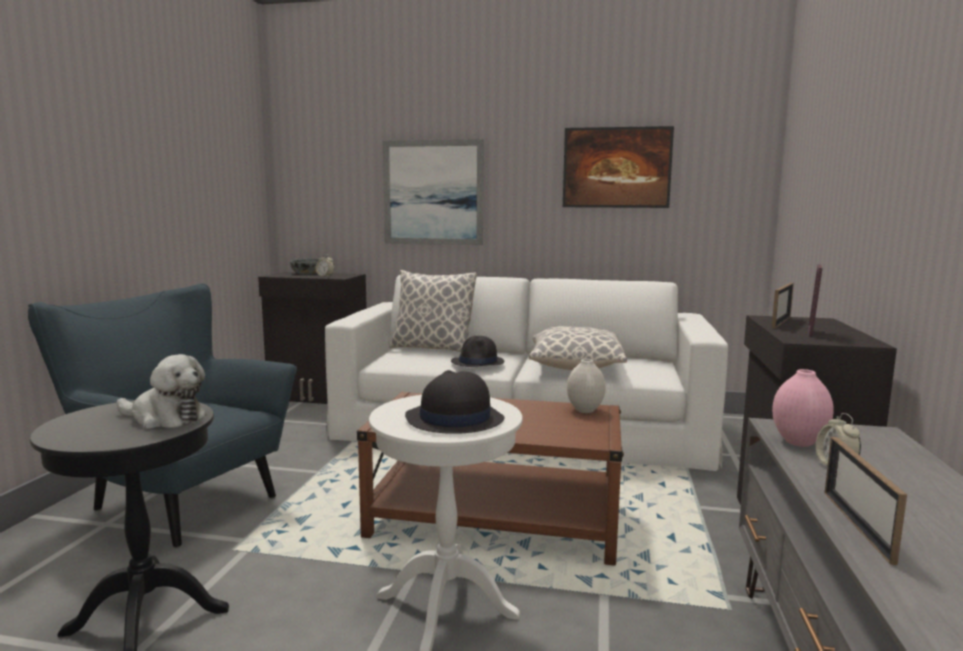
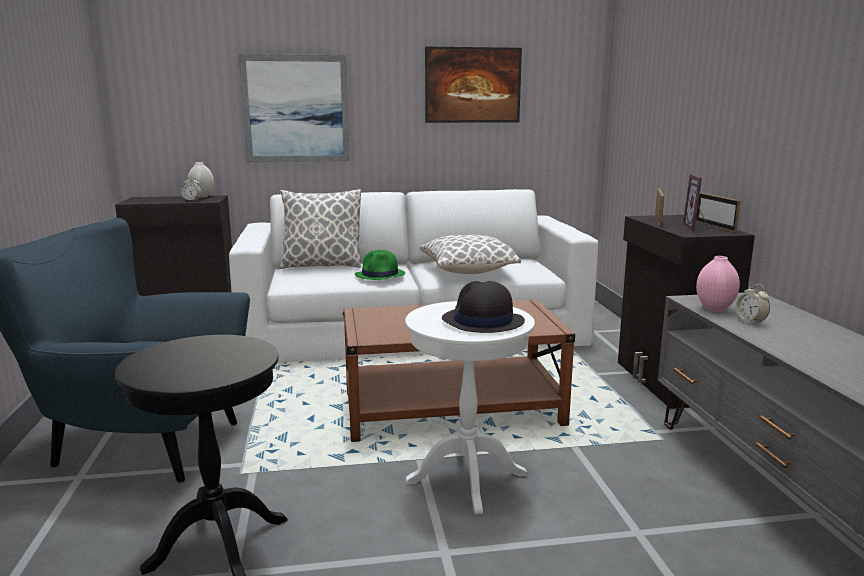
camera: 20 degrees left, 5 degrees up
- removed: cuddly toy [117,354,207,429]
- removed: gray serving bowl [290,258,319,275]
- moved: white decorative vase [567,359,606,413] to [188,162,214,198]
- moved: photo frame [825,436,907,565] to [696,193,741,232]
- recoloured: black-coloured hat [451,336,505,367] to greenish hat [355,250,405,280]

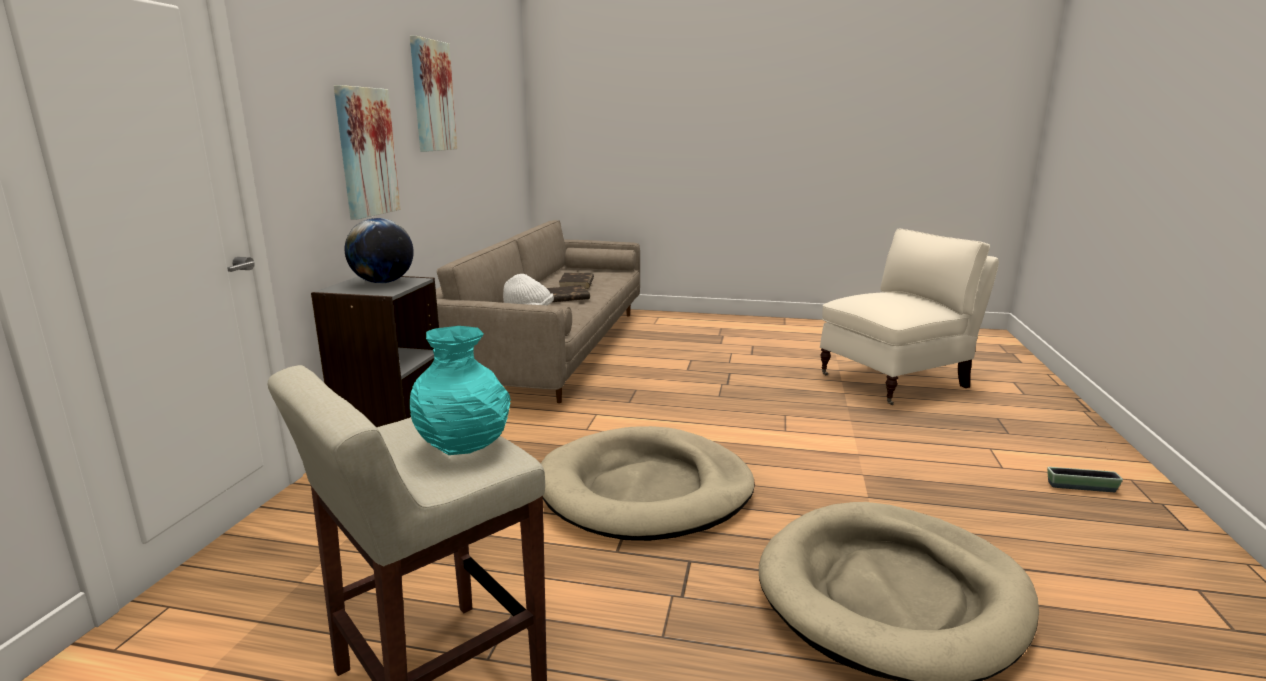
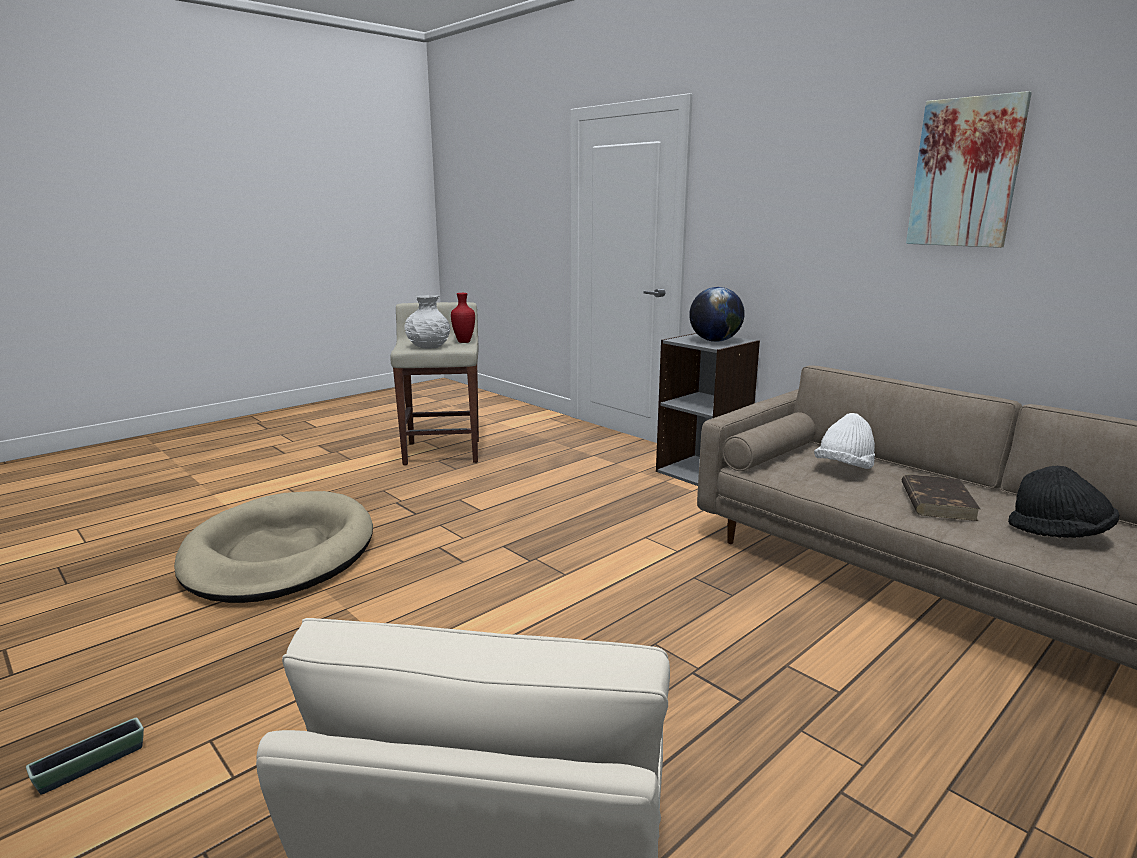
camera: 125 degrees right, 0 degrees up
- removed: wall picture [334,85,401,220]
- removed: sand-coloured pet bed [541,426,755,541]
- added: reddish decorative vase [451,293,475,343]
- replaced: brown-coloured bound book [559,273,594,289] to black-coloured hat [1008,466,1119,538]
- recoloured: turquoise decorative vase [410,326,511,455] to white decorative vase [405,295,450,349]

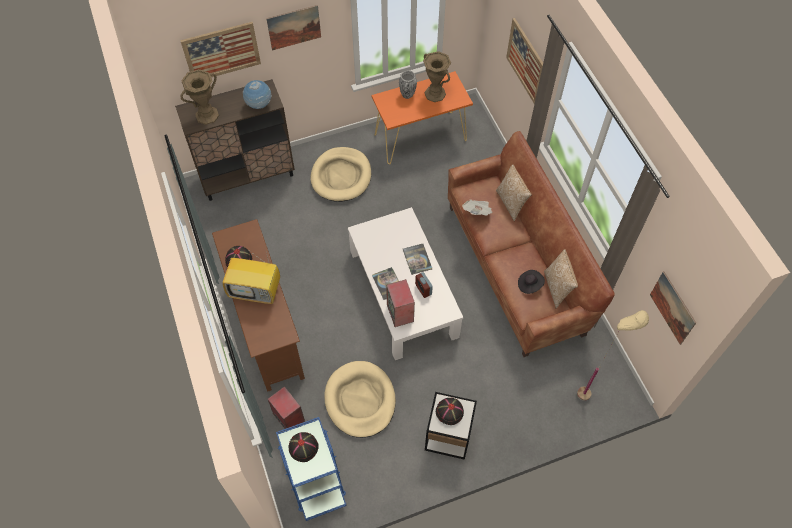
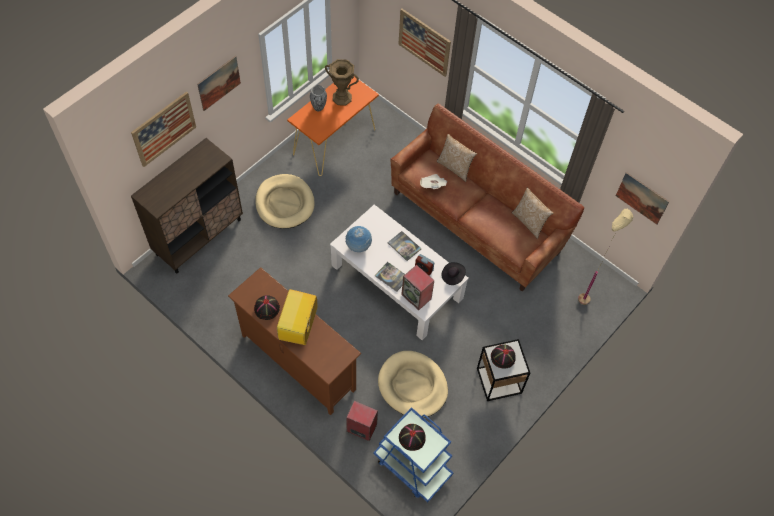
camera: 30 degrees left, 0 degrees up
- removed: brown-coloured decorative vase [180,69,219,125]
- moved: desk globe [243,80,272,109] to [345,226,372,252]
- moved: black-coloured hat [518,270,545,294] to [441,262,466,285]
- turned: TV [222,251,280,304] = [277,289,317,345] 120 degrees clockwise

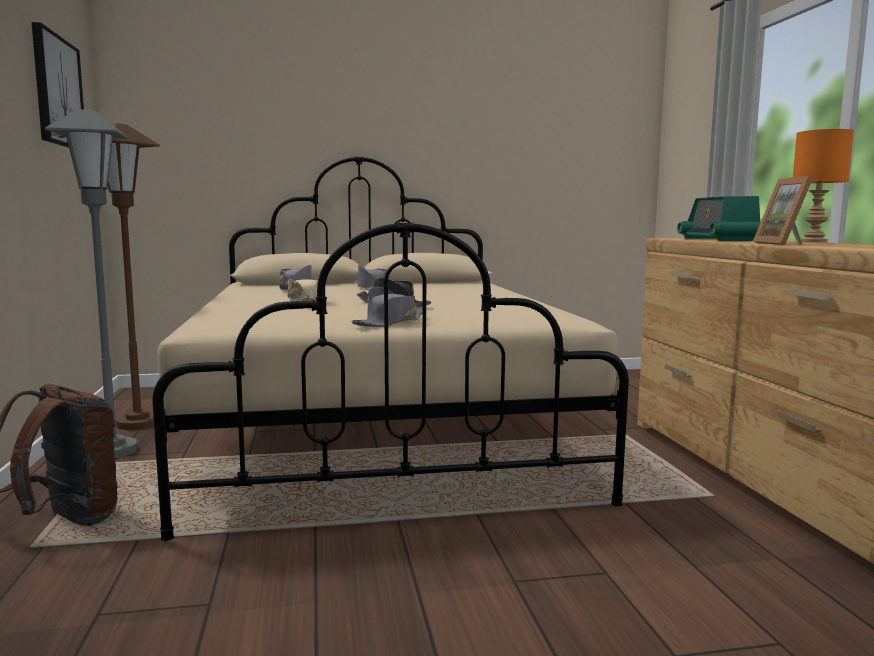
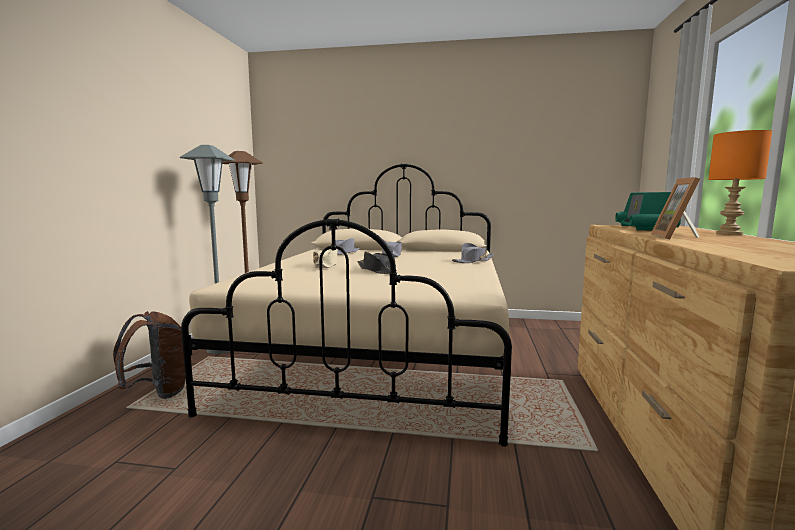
camera: 20 degrees right, 0 degrees up
- removed: wall picture [32,22,84,148]
- moved: gray hat [351,287,422,327] to [452,243,494,263]

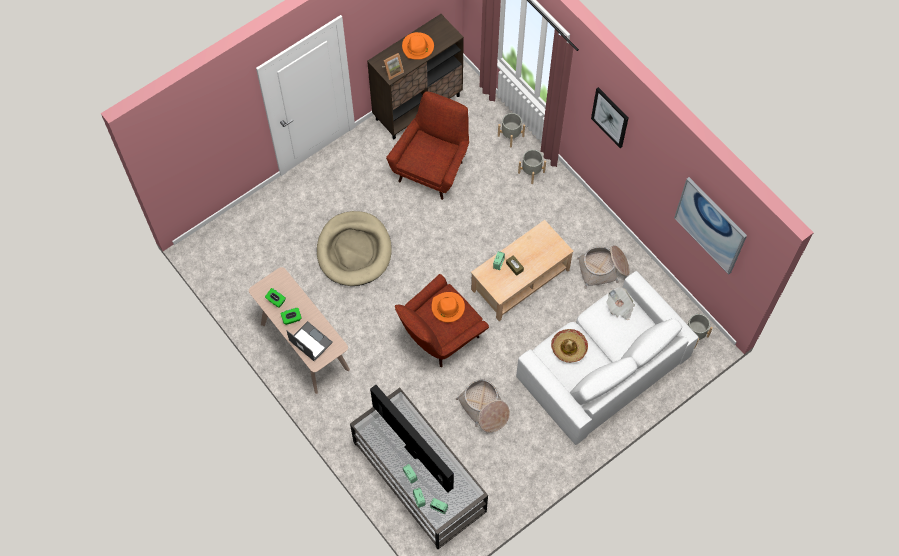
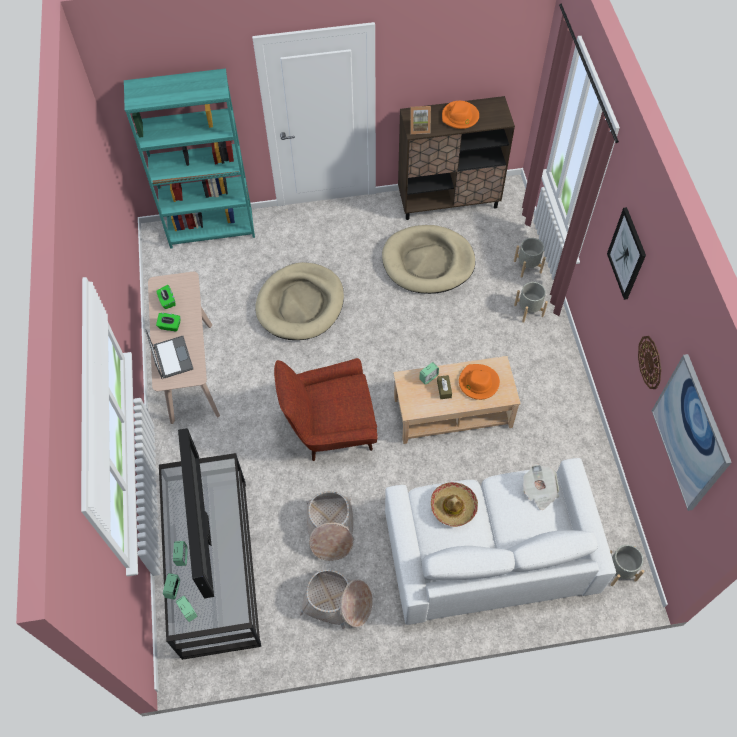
camera: 30 degrees right, 5 degrees down
- added: turquoise shelving unit [124,68,255,249]
- added: clock on the wall [638,336,661,389]
- moved: orangey hat [432,292,465,323] to [459,364,500,400]
- moved: basket [577,245,630,289] to [300,569,373,629]
- replaced: reddish lounge chair [386,91,469,200] to sand-coloured pet bed [382,225,475,294]

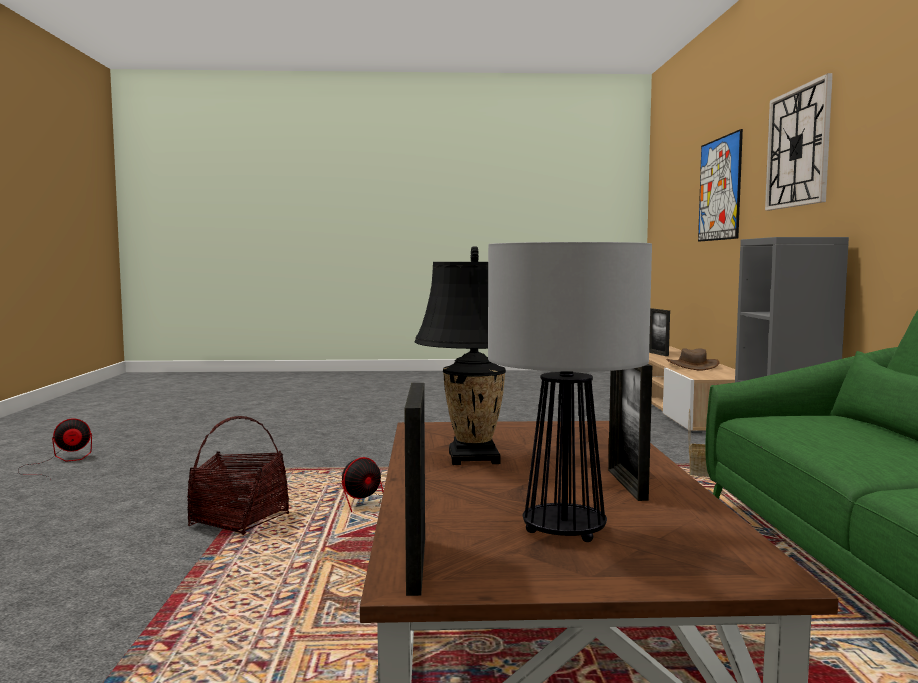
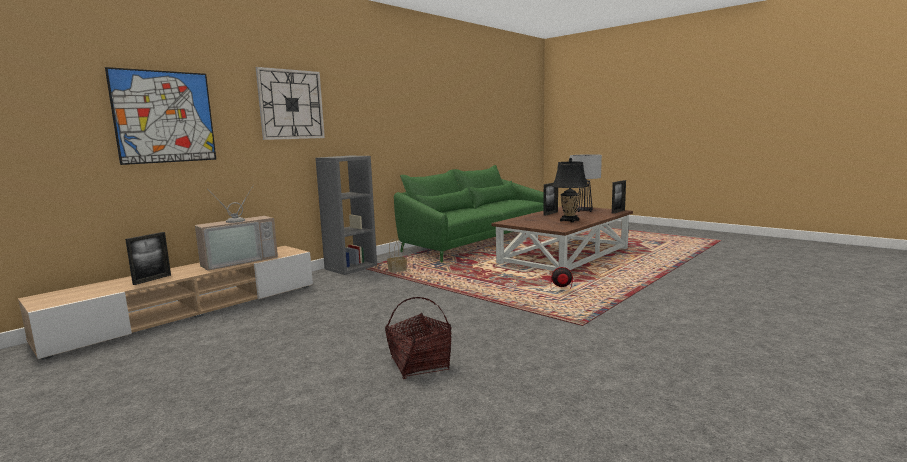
camera: 135 degrees left, 5 degrees up
- removed: electric fan [18,418,92,481]
- moved: basket [187,416,289,535] to [385,297,451,379]
- replaced: brown-coloured hat [666,348,720,371] to TV [195,184,278,271]

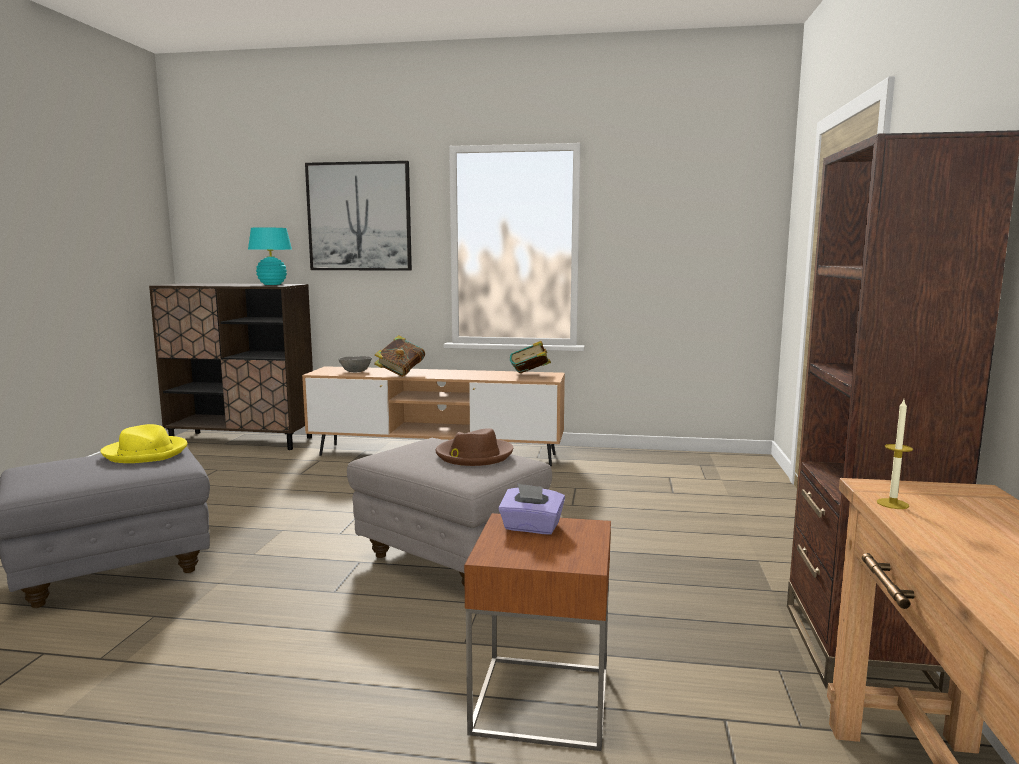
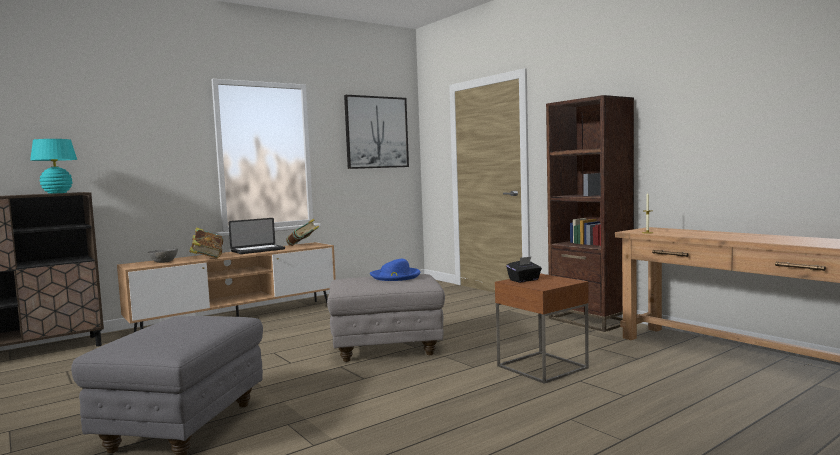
camera: 45 degrees left, 5 degrees down
- removed: yellow hat [100,424,187,463]
- added: portable computer [229,218,285,254]
- moved: wall picture [305,161,412,271] to [344,95,409,169]
- recoloured: brown-coloured hat [436,428,513,466] to blue-coloured hat [370,259,420,281]
- recoloured: purple-coloured box of tissues [498,483,565,535] to black-coloured box of tissues [506,256,542,282]

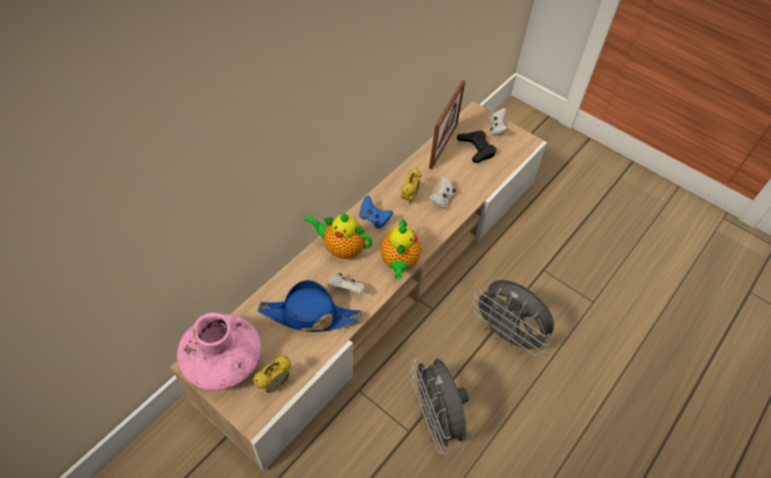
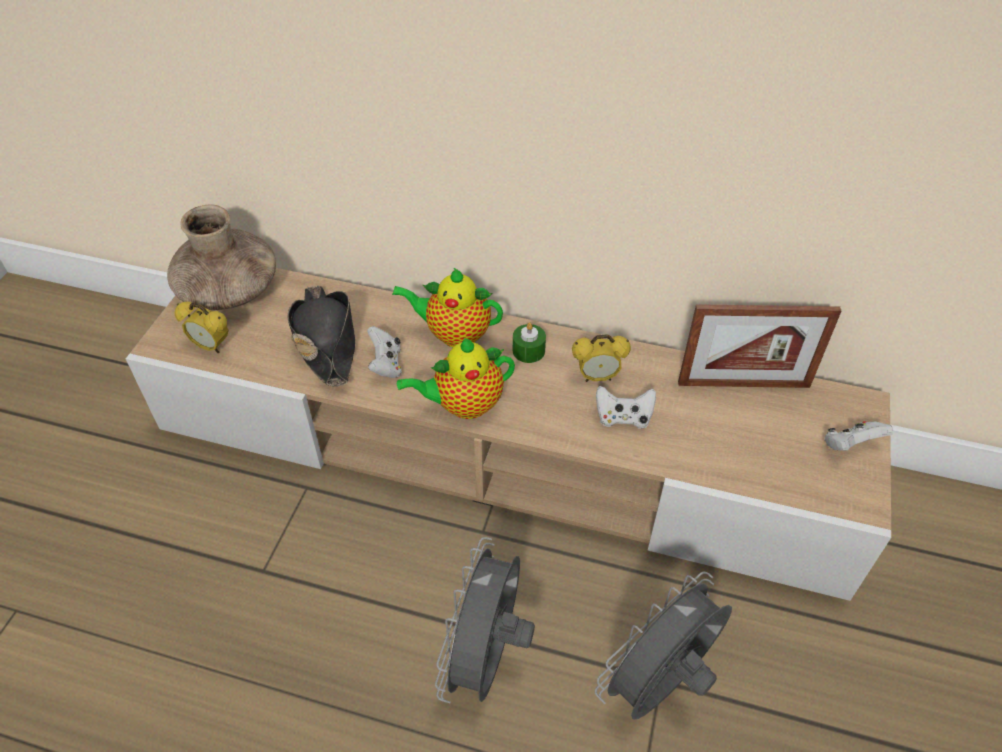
camera: 70 degrees right, 5 degrees down
- removed: black-coloured joypad [457,130,496,163]
- moved: gray electric fan [410,357,469,454] to [595,572,732,720]
- replaced: blue-coloured joypad [360,196,393,229] to greenish wax candle [513,323,546,363]
- recoloured: pink decorative vase [177,313,261,390] to brown-coloured decorative vase [167,204,276,310]
- recoloured: blue-coloured hat [258,280,361,332] to black-coloured hat [288,286,355,386]
- turned: teapot [304,213,372,259] = [392,268,503,347] 75 degrees counterclockwise

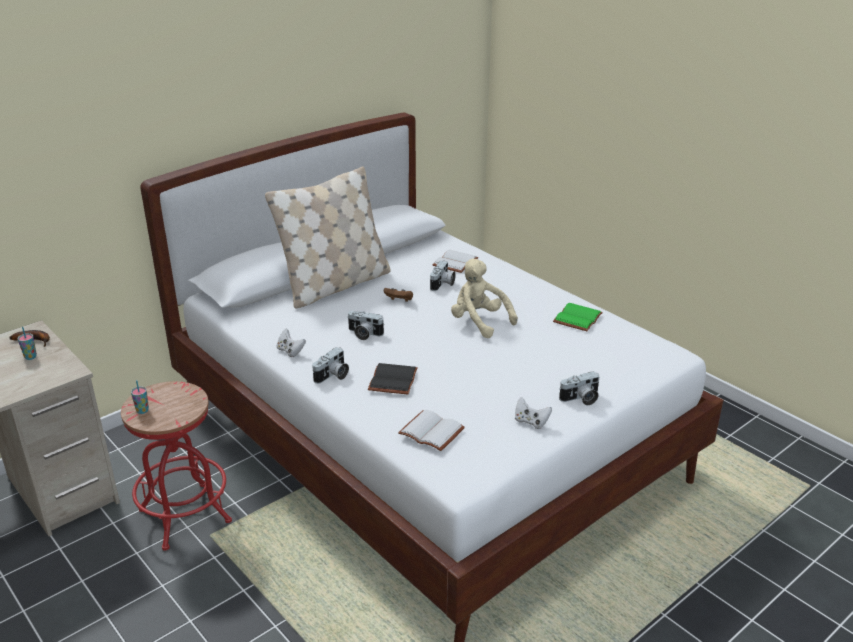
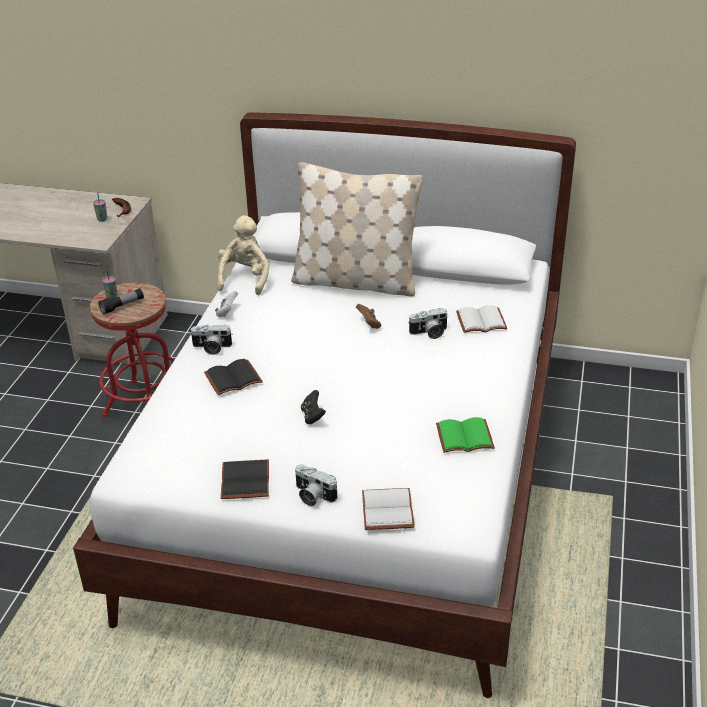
camera: 55 degrees right, 5 degrees up
- removed: still camera [348,311,384,340]
- added: torch [98,288,144,314]
- added: black-coloured joypad [301,390,326,424]
- moved: white bound book [398,410,465,451] to [362,488,415,530]
- moved: sand-coloured cuddly toy [451,259,518,338] to [217,215,269,295]
- replaced: white joypad [515,397,552,429] to black-coloured bound book [221,459,269,499]

